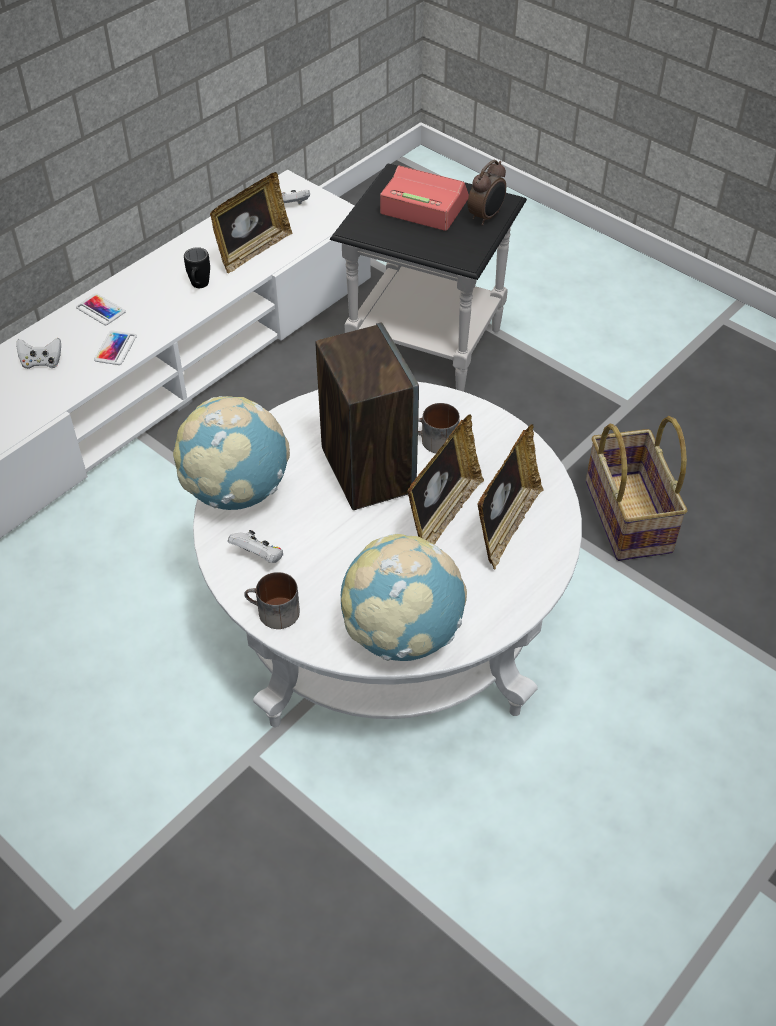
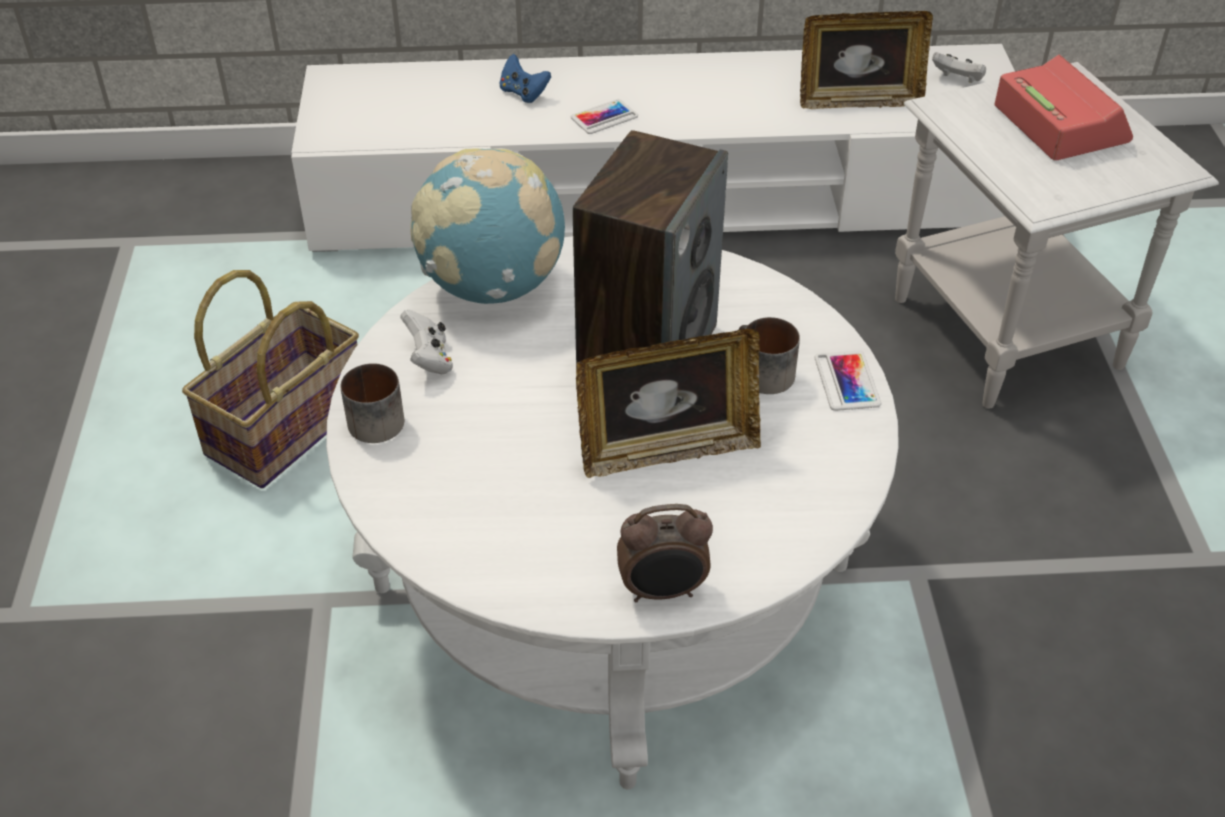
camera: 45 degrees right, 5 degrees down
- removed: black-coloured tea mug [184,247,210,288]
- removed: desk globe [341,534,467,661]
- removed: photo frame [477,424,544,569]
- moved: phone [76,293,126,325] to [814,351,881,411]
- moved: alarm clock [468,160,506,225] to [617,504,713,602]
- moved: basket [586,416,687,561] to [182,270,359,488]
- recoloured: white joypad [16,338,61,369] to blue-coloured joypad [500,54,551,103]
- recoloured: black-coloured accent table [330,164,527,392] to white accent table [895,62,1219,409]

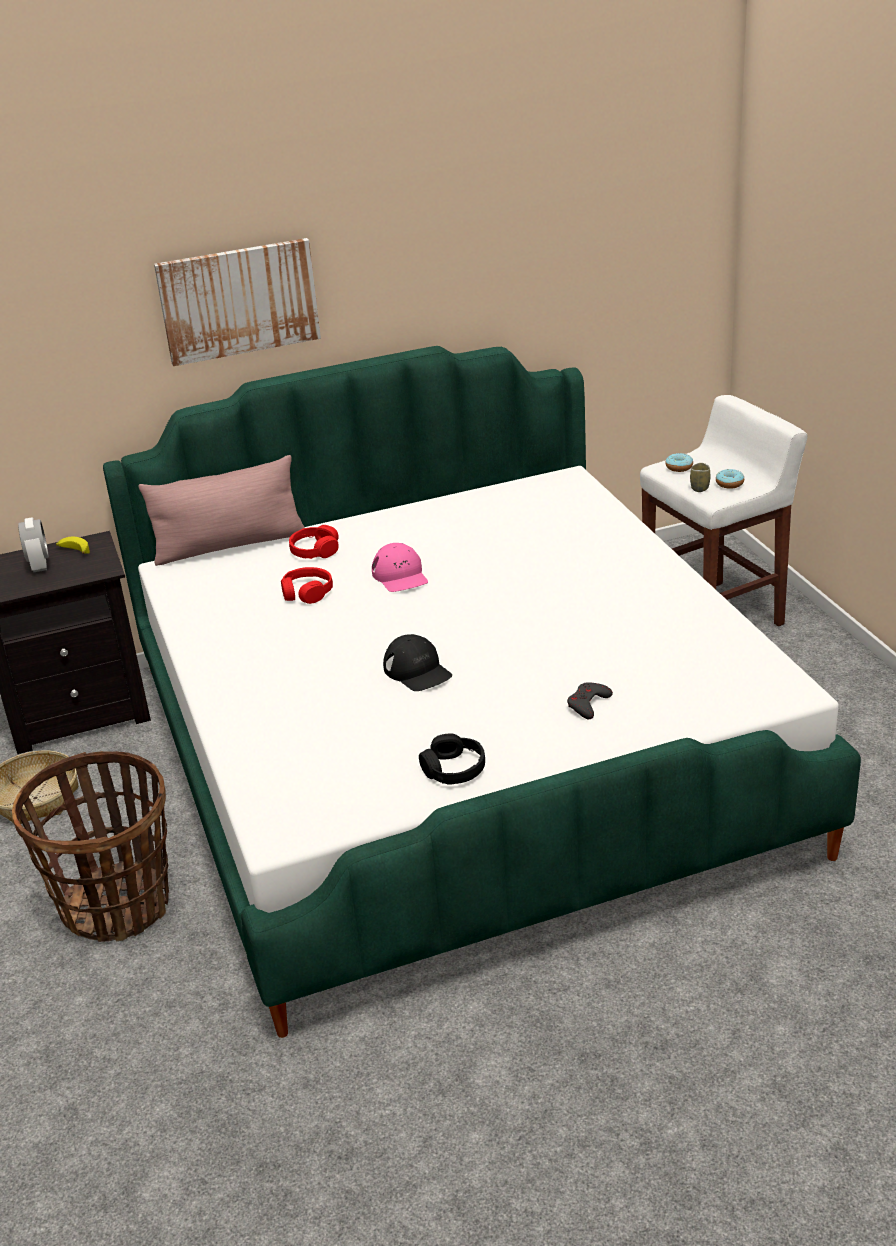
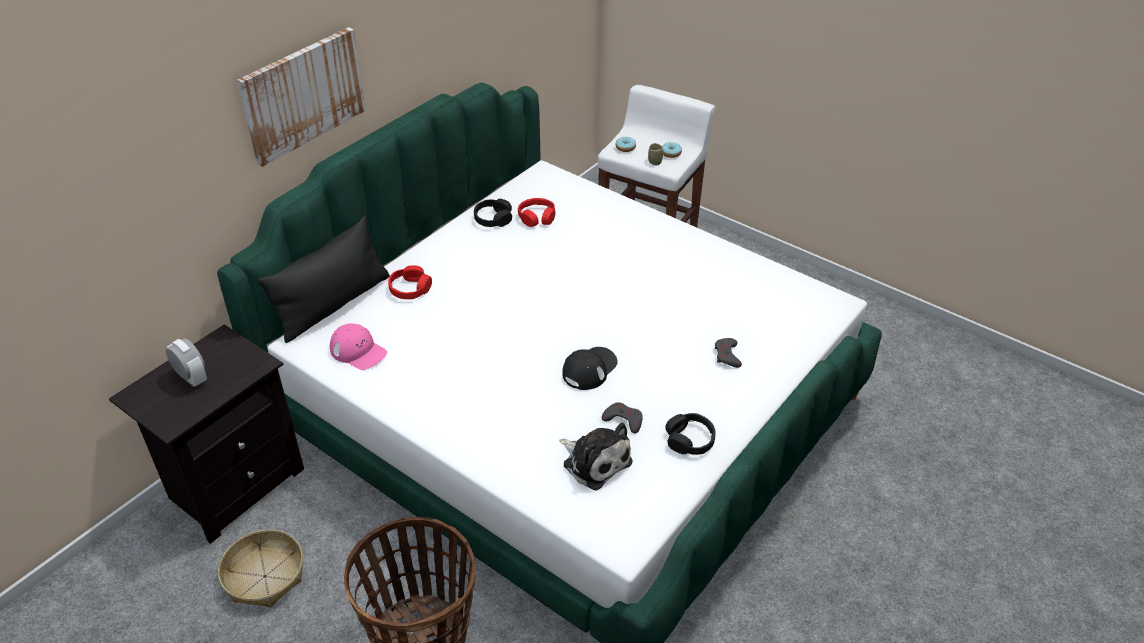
camera: 35 degrees left, 10 degrees up
- removed: banana fruit [56,536,90,554]
- added: black-coloured pair of headphones [474,199,512,227]
- added: cuddly toy [559,423,633,490]
- added: gray joypad [602,402,643,433]
- moved: reddish pair of headphones [281,567,333,604] to [518,198,555,227]
- moved: pink baseball cap [372,543,428,592] to [330,323,387,370]
- recoloured: pink pillow [139,455,305,566] to black-coloured pillow [258,216,390,343]
- turned: black-coloured baseball cap [383,634,452,691] = [562,347,618,390] 75 degrees counterclockwise

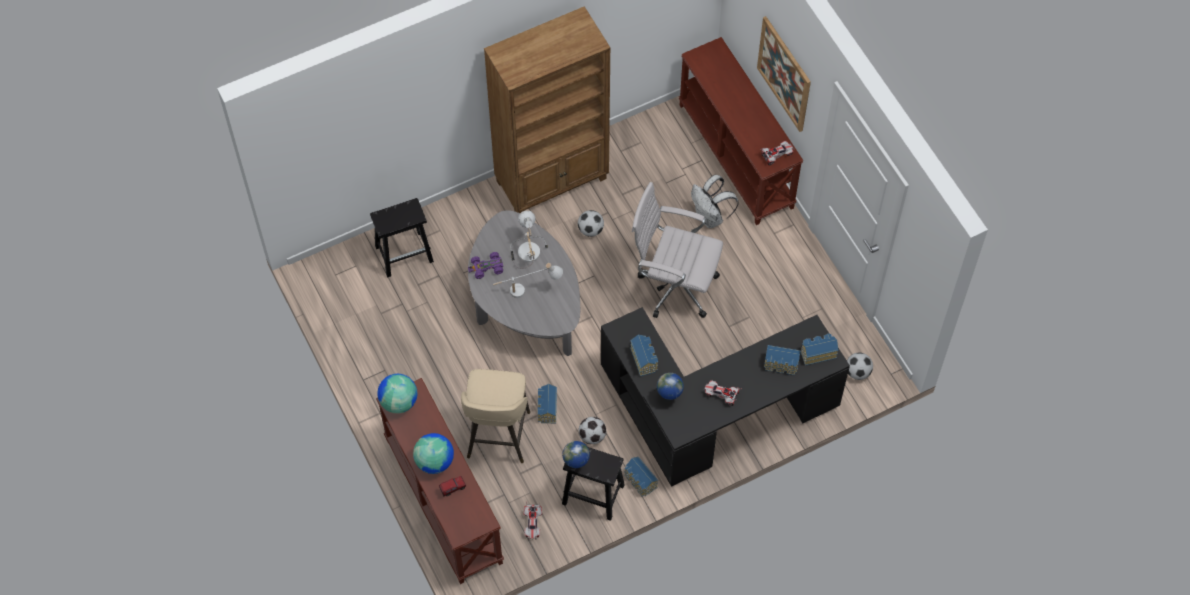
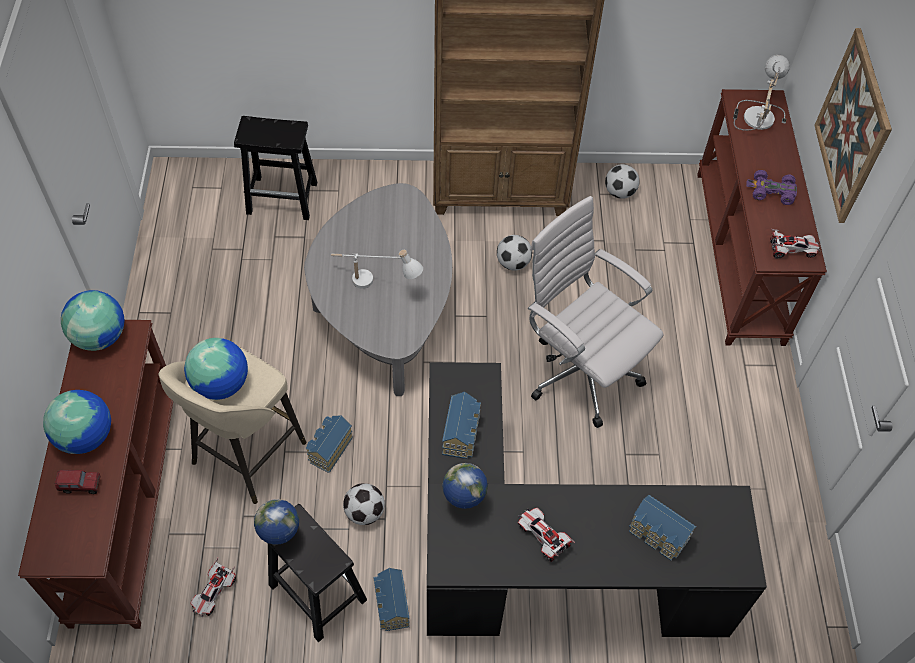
camera: 25 degrees right, 5 degrees down
- removed: white backpack [691,175,739,228]
- removed: model house [801,334,839,366]
- added: desk globe [184,338,248,400]
- moved: purple-coloured miniature car [468,252,503,279] to [746,170,797,205]
- moved: table lamp [510,210,548,269] to [733,55,790,131]
- moved: football ball [847,353,873,380] to [605,164,639,199]

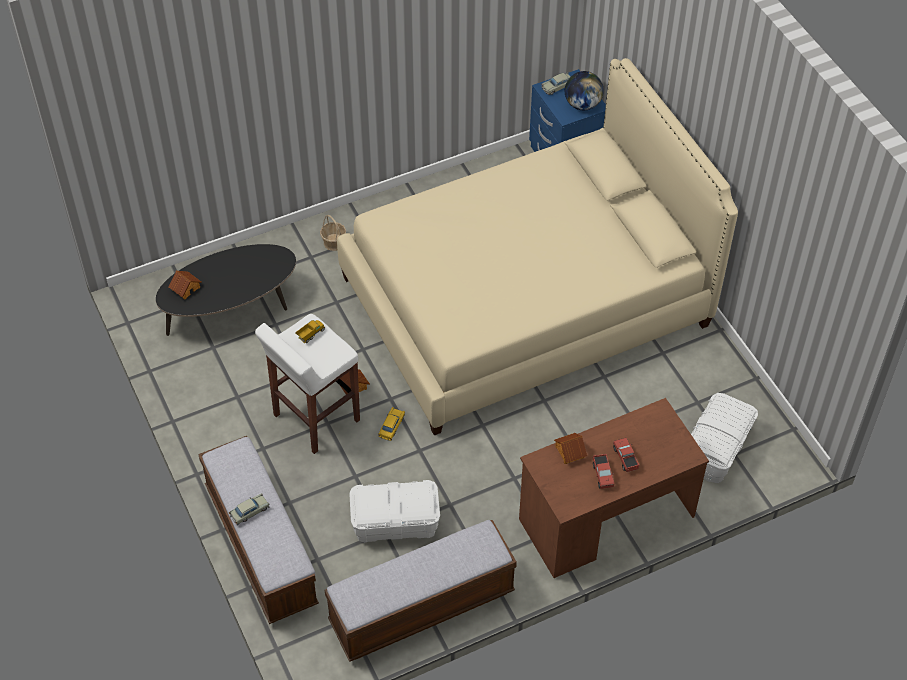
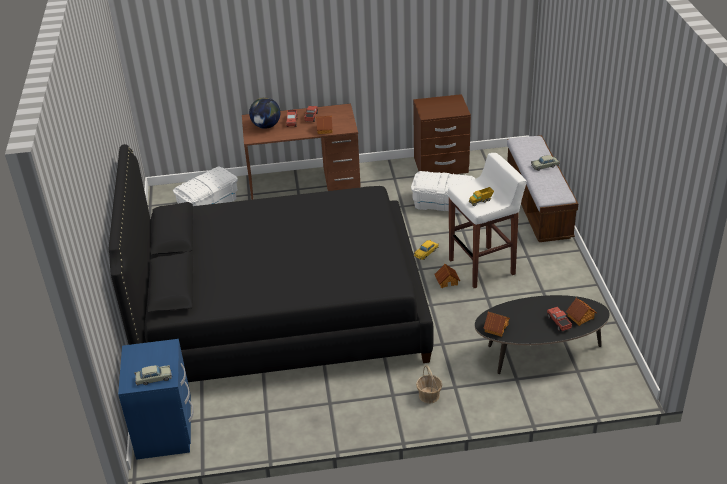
camera: 160 degrees left, 15 degrees down
- added: model house [483,312,510,337]
- added: model truck [547,307,572,331]
- moved: desk globe [565,71,604,110] to [249,97,280,129]
- replaced: long seat [325,520,517,662] to brown-coloured bedside table [413,94,471,174]
- recoloured: sand-coloured sleeping bed [337,58,738,435] to black-coloured sleeping bed [109,144,434,382]

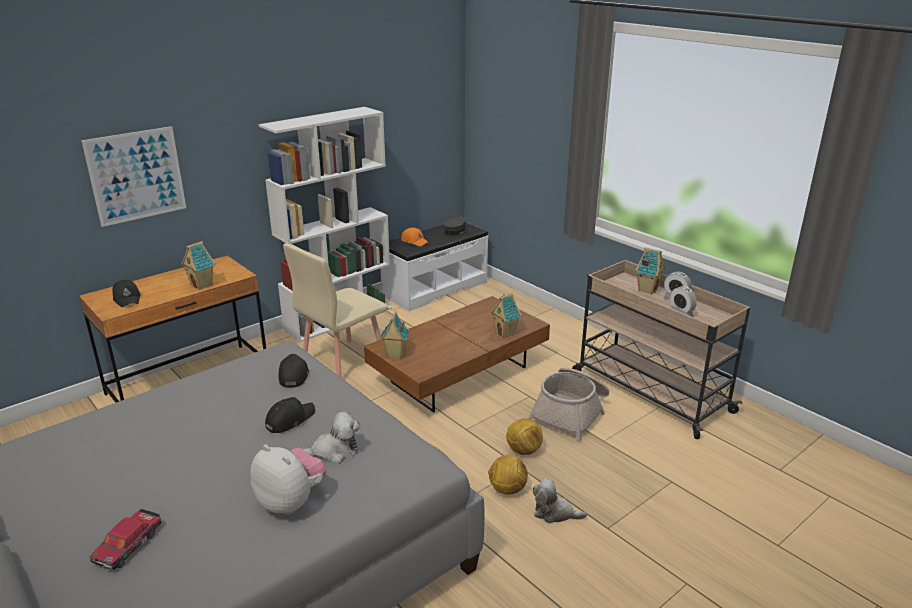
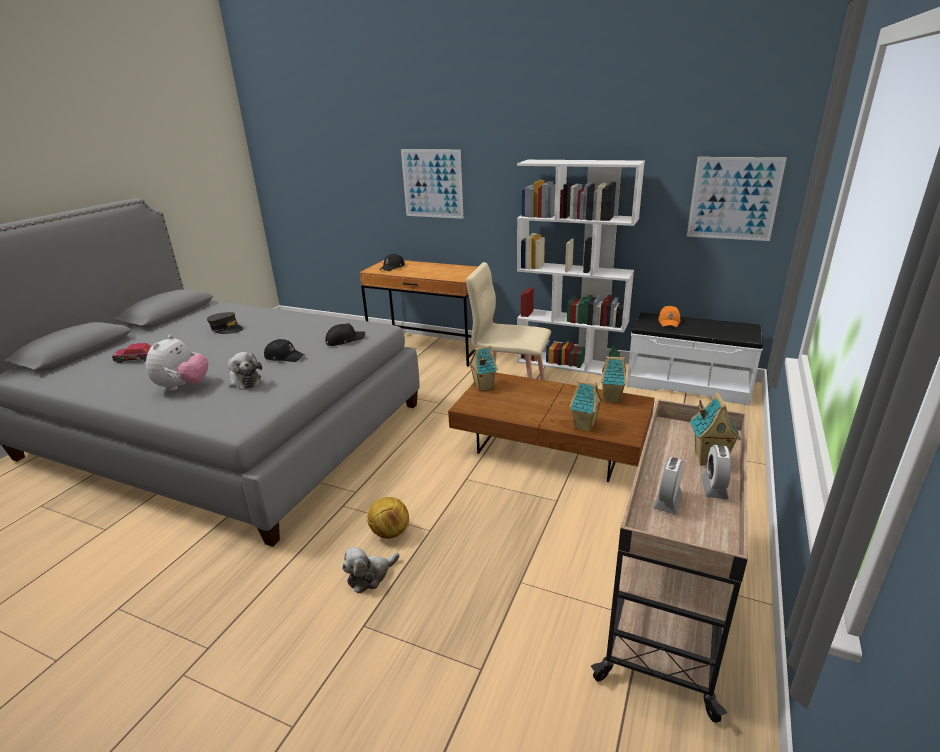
camera: 65 degrees right, 0 degrees up
- removed: football ball [506,418,543,455]
- removed: basket [528,368,609,442]
- added: wall picture [687,157,787,241]
- moved: model house [181,241,215,290] to [601,356,626,403]
- moved: gray baseball cap [443,217,471,236] to [207,312,243,334]
- turned: cuddly toy [533,478,587,523] = [342,547,400,594] 120 degrees counterclockwise

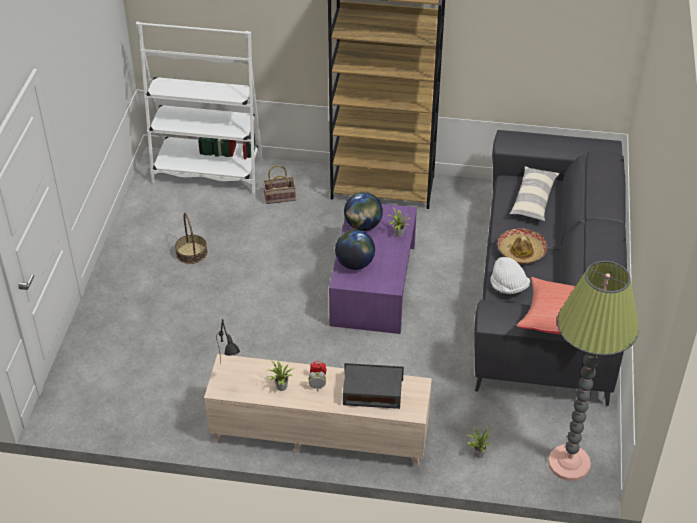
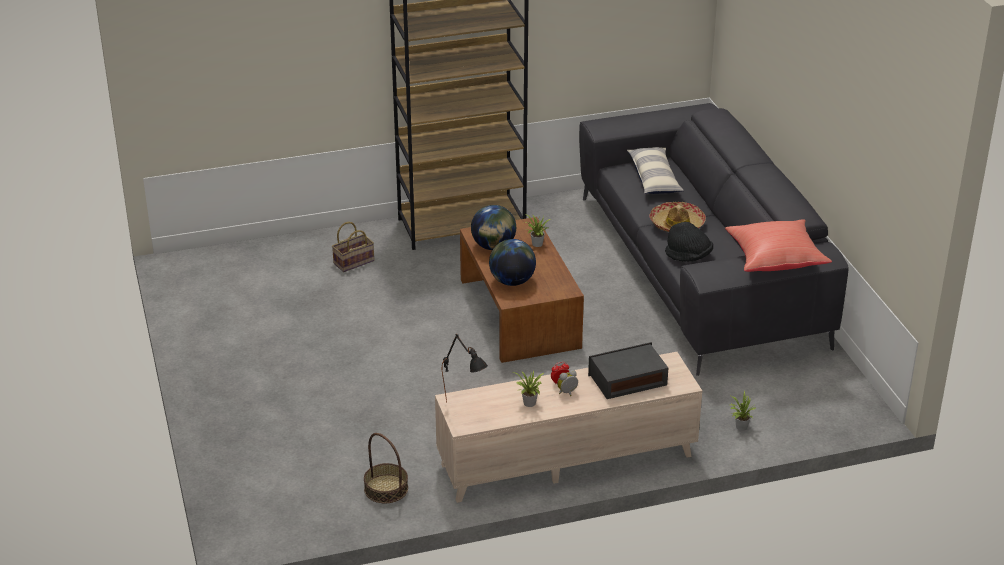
camera: 25 degrees left, 10 degrees down
- removed: white shelving unit [136,22,263,193]
- removed: standing lamp [548,261,639,481]
- moved: basket [175,213,207,264] to [364,433,408,504]
- recoloured: purple-coloured low table [329,204,417,334] to brown-coloured low table [460,217,584,363]
- recoloured: white hat [490,257,530,294] to black-coloured hat [665,222,713,262]

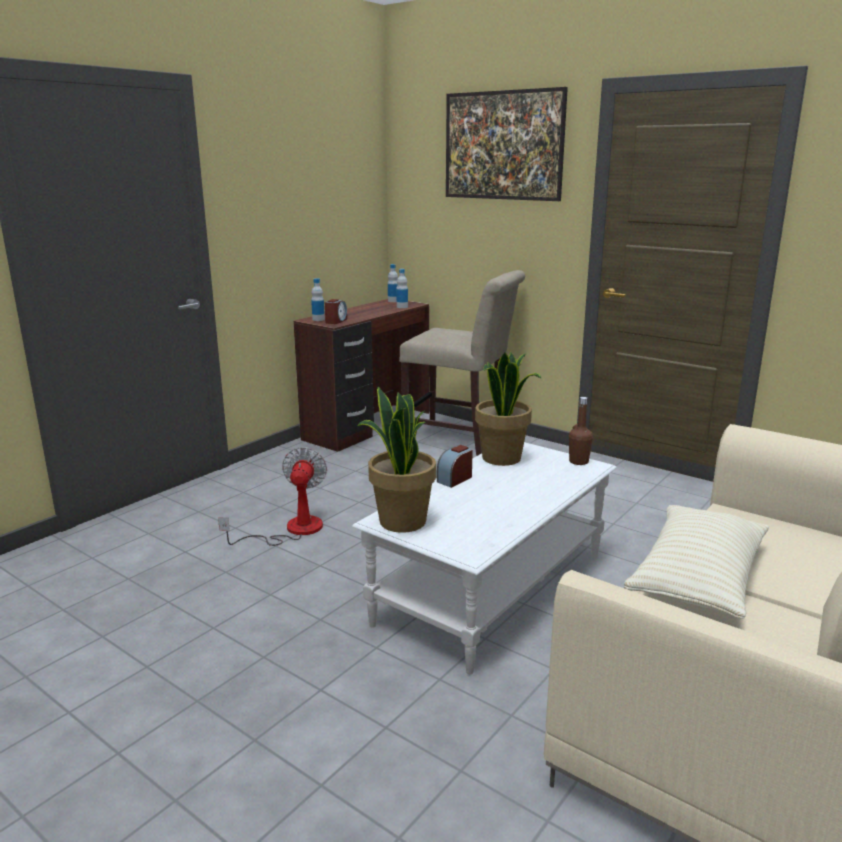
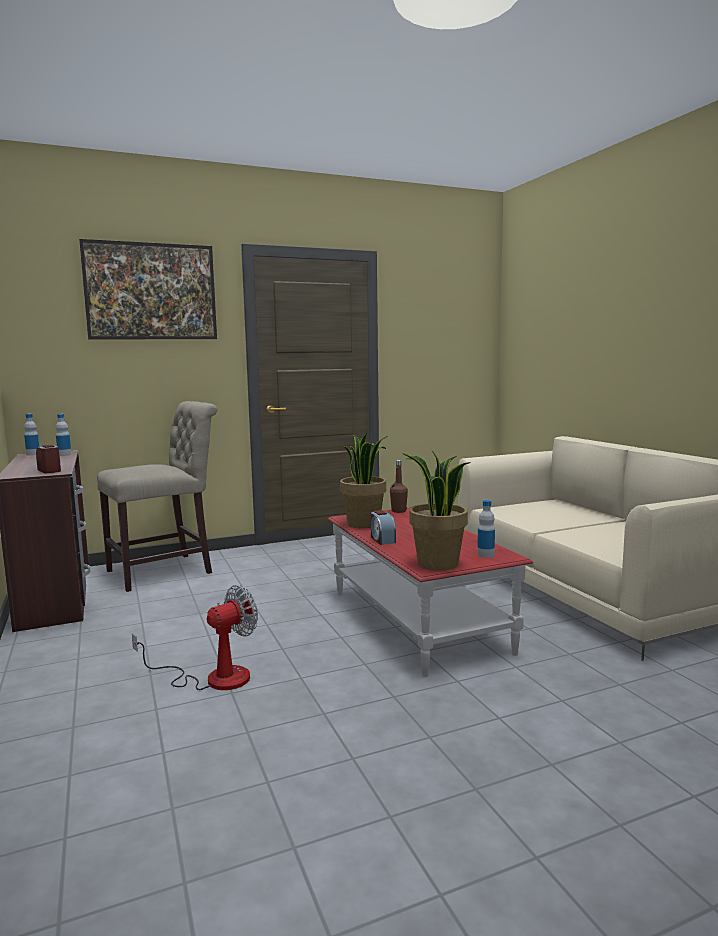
camera: 60 degrees left, 10 degrees down
- removed: sand-coloured pillow [624,505,769,619]
- moved: beverage bottle [311,278,325,321] to [477,500,495,558]
- recoloured: white low table [352,442,617,675] to reddish low table [328,507,533,677]
- turned: electric fan [218,447,327,546] = [132,585,258,690] 105 degrees clockwise

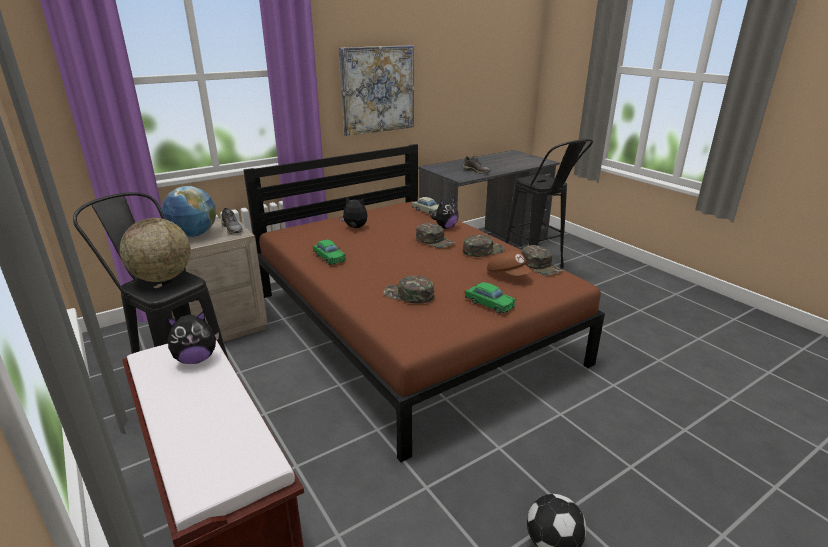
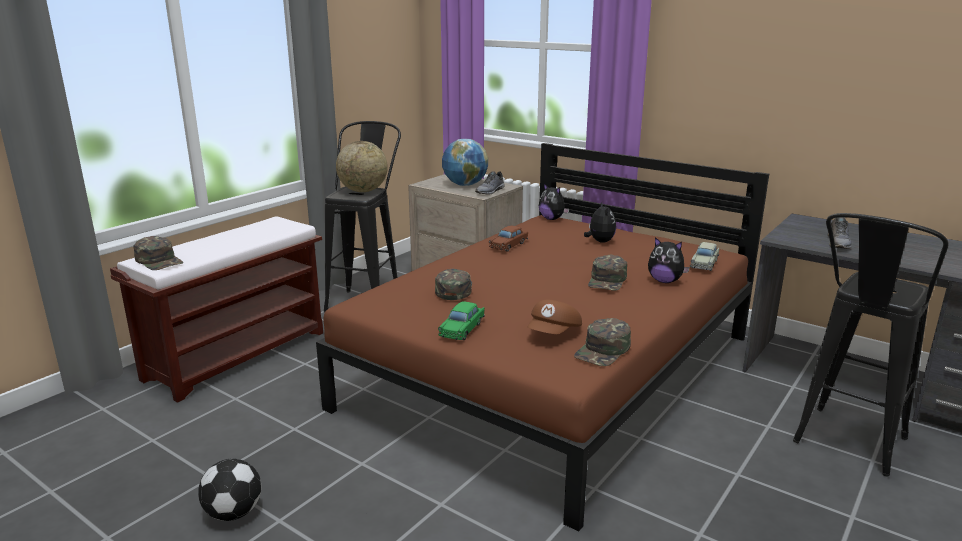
camera: 70 degrees right, 5 degrees down
- removed: wall picture [339,45,414,136]
- moved: cuddly toy [167,311,219,364] to [539,184,569,220]
- moved: greenish baseball cap [463,235,505,257] to [133,236,183,270]
- recoloured: greenish miniature car [313,239,346,265] to brown-coloured miniature car [489,226,528,252]

